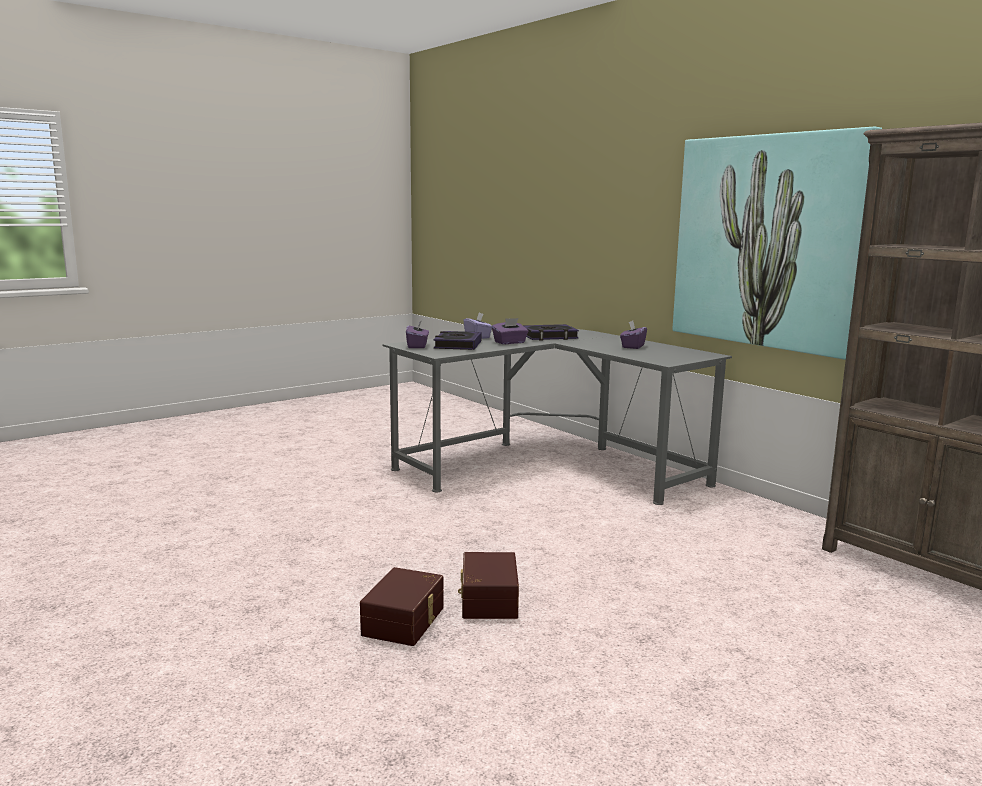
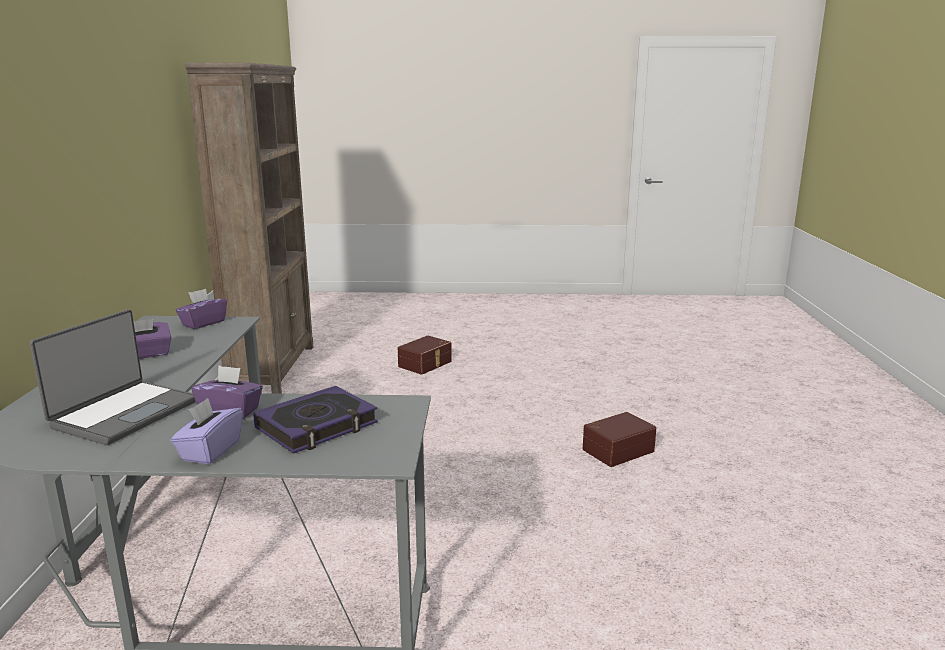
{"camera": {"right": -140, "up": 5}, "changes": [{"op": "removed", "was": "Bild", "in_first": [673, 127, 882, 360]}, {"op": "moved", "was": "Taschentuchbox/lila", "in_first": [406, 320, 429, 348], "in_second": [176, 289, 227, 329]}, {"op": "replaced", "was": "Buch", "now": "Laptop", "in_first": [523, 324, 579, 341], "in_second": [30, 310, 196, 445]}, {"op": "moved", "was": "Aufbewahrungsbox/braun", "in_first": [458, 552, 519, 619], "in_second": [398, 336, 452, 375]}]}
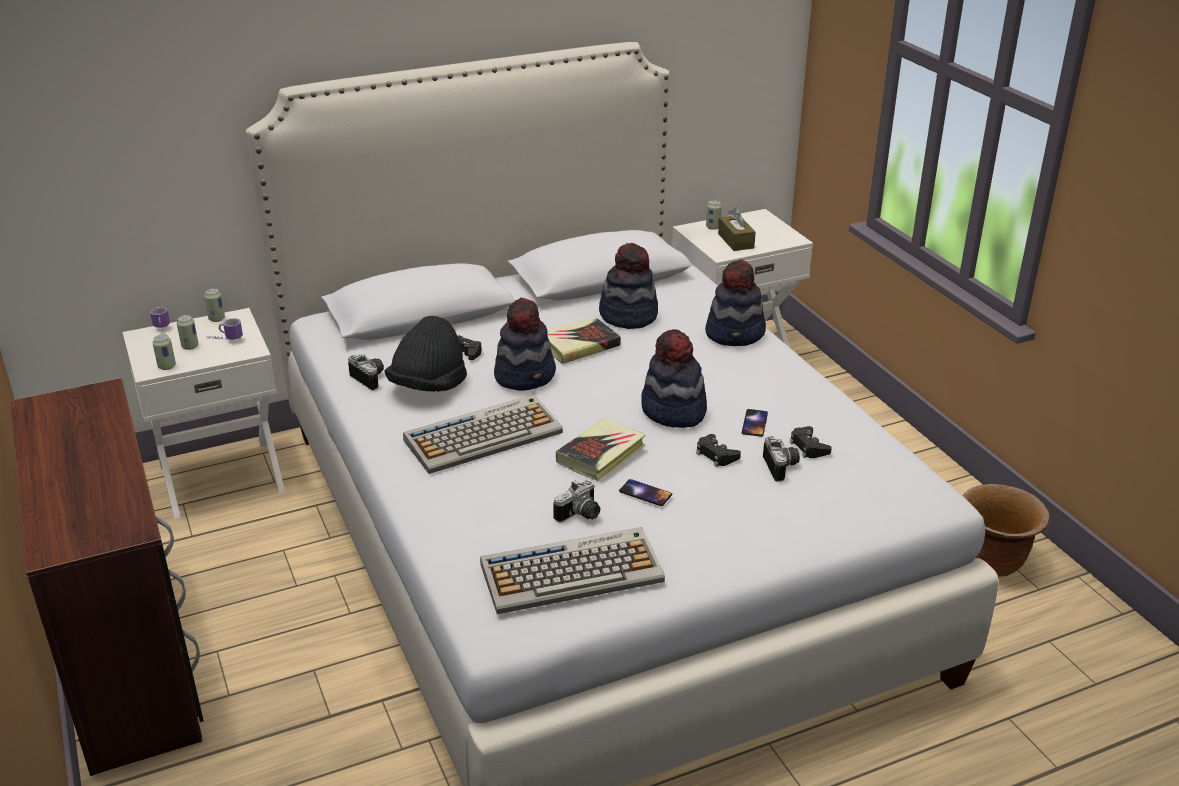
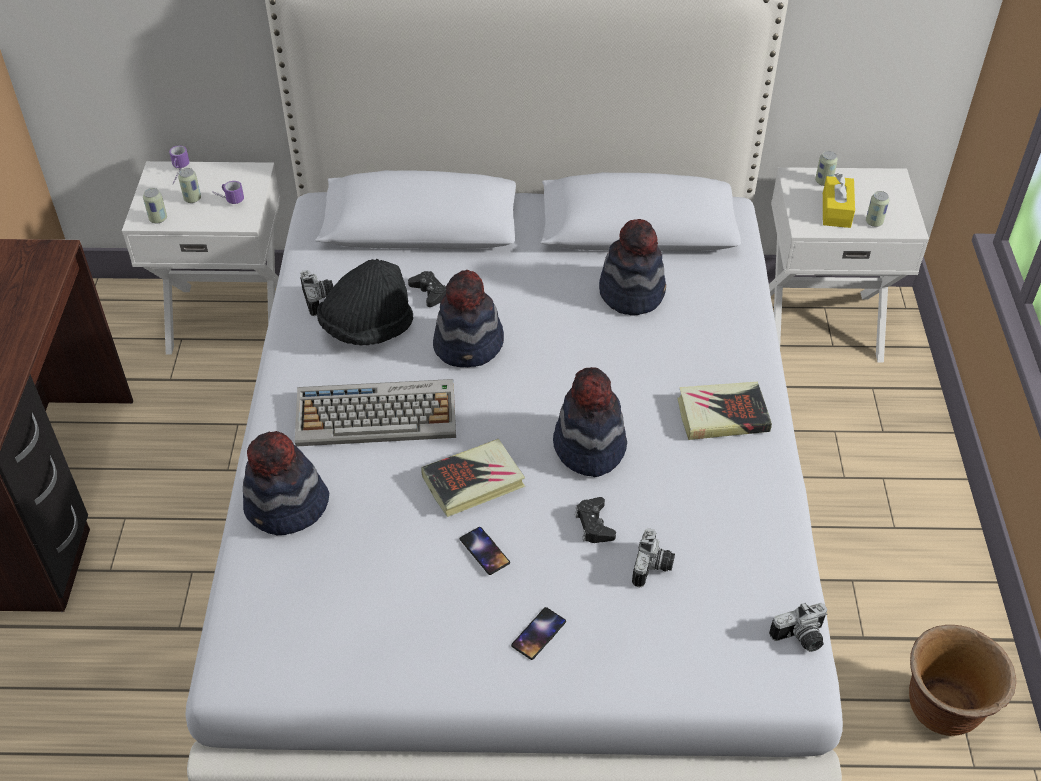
{"camera": {"right": 25, "up": 15}, "changes": [{"op": "recoloured", "was": "Taschentuchbox/braun", "now": "Taschentuchbox/gelb", "in_first": [718, 208, 756, 251], "in_second": [823, 173, 855, 228]}, {"op": "moved", "was": "Hut", "in_first": [705, 259, 766, 346], "in_second": [243, 431, 329, 535]}, {"op": "moved", "was": "Dose", "in_first": [204, 288, 225, 322], "in_second": [866, 191, 889, 227]}, {"op": "moved", "was": "Buch", "in_first": [547, 317, 621, 364], "in_second": [677, 382, 772, 440]}, {"op": "moved", "was": "Handy", "in_first": [742, 409, 768, 437], "in_second": [511, 607, 566, 660]}, {"op": "removed", "was": "Gamepad/schwarz", "in_first": [790, 426, 832, 458]}, {"op": "moved", "was": "Kamera", "in_first": [553, 480, 600, 523], "in_second": [769, 603, 827, 652]}, {"op": "removed", "was": "Tastatur", "in_first": [480, 527, 665, 614]}]}
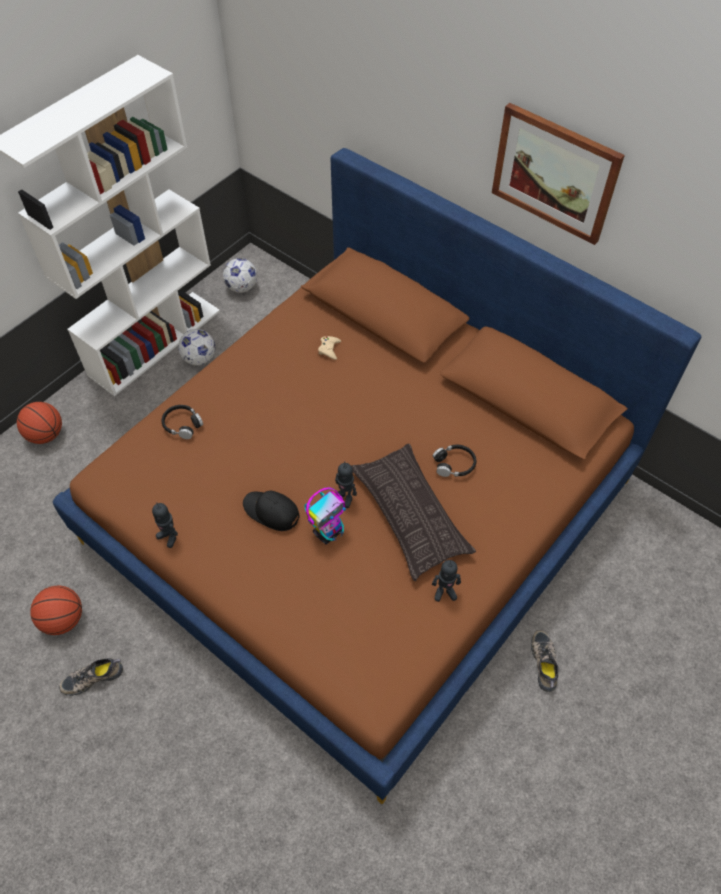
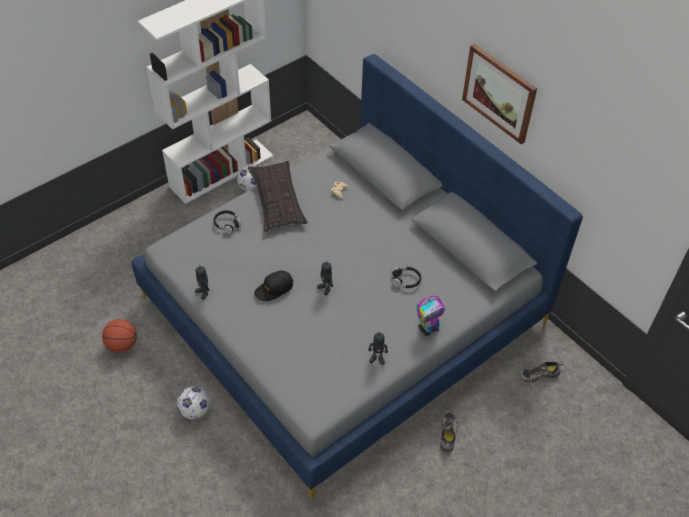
{"camera": {"right": 10, "up": -5}, "changes": [{"op": "recoloured", "was": "Bett/braun", "now": "Bett/grau", "in_first": [53, 148, 701, 804], "in_second": [131, 54, 583, 499]}, {"op": "moved", "was": "Fußball", "in_first": [223, 258, 257, 293], "in_second": [177, 386, 210, 419]}, {"op": "removed", "was": "Basketball", "in_first": [17, 402, 62, 444]}, {"op": "moved", "was": "Kissen", "in_first": [351, 444, 476, 581], "in_second": [248, 161, 308, 232]}, {"op": "moved", "was": "Spielzeugroboter", "in_first": [304, 487, 346, 544], "in_second": [416, 296, 445, 336]}, {"op": "turned", "was": "Kappe/schwarz", "in_first": [243, 491, 300, 531], "in_second": [254, 271, 293, 301], "clockwise": -75}, {"op": "moved", "was": "Schuh", "in_first": [59, 658, 123, 696], "in_second": [519, 362, 564, 382]}]}
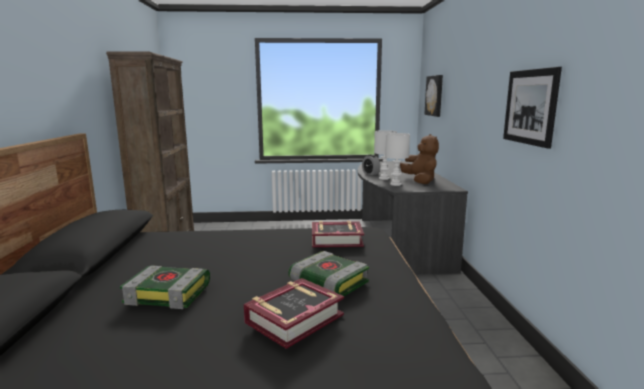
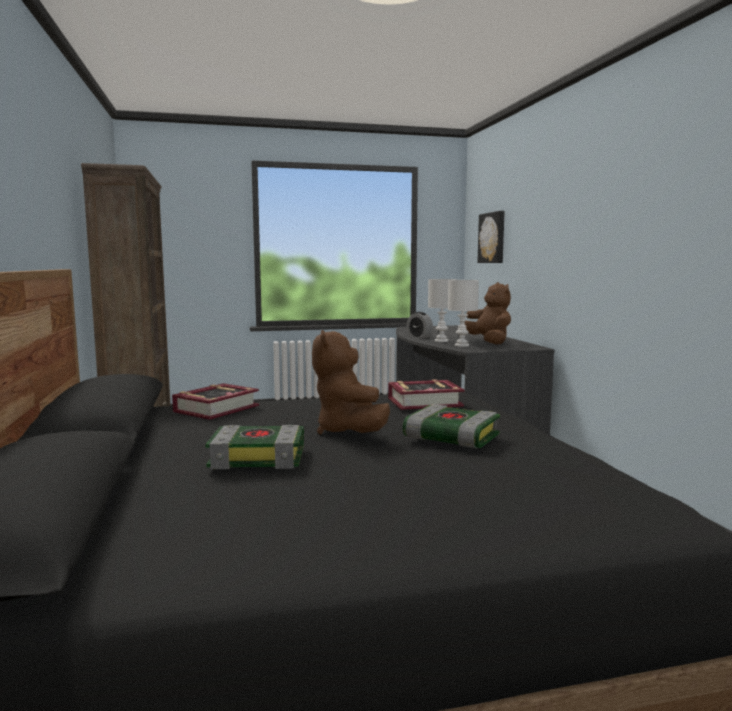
{"camera": {"right": -10, "up": -5}, "changes": [{"op": "removed", "was": "Bild", "in_first": [503, 67, 562, 149]}, {"op": "moved", "was": "Buch", "in_first": [244, 278, 344, 349], "in_second": [172, 383, 259, 420]}, {"op": "added", "now": "Plüschtier/braun", "in_second": [312, 330, 390, 434]}]}
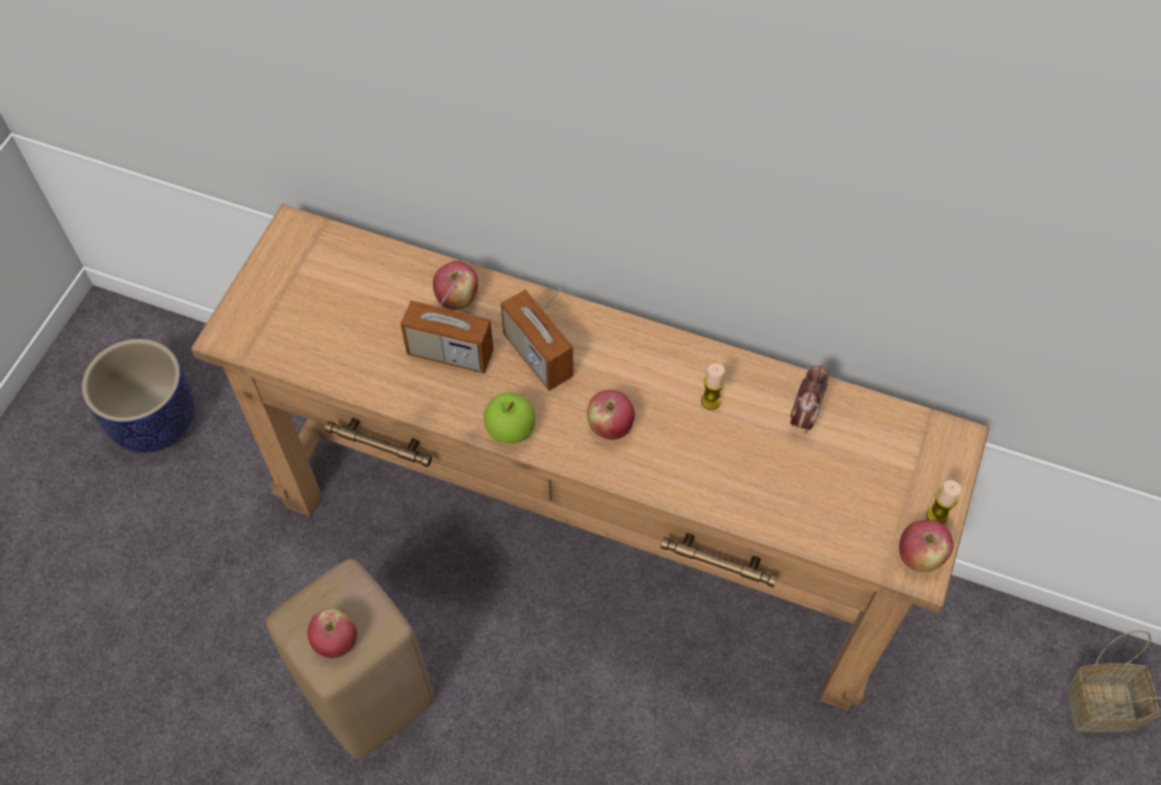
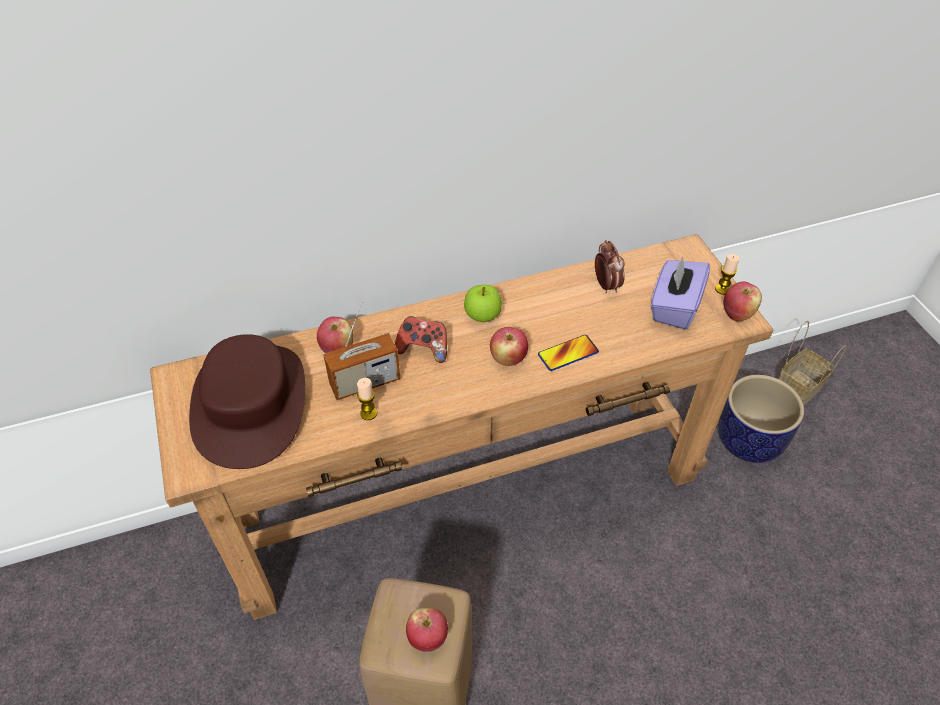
{"camera": {"right": -40, "up": -10}, "changes": [{"op": "replaced", "was": "Radio", "now": "Gamepad", "in_first": [501, 288, 574, 391], "in_second": [395, 316, 447, 363]}, {"op": "moved", "was": "Pflanzkübel", "in_first": [82, 339, 195, 453], "in_second": [718, 375, 804, 463]}, {"op": "moved", "was": "Kerze", "in_first": [701, 363, 725, 410], "in_second": [357, 378, 377, 420]}, {"op": "moved", "was": "Apfel", "in_first": [484, 392, 536, 444], "in_second": [464, 285, 502, 322]}, {"op": "added", "now": "Taschentuchbox/lila", "in_second": [651, 256, 710, 329]}, {"op": "added", "now": "Hut/braun", "in_second": [189, 334, 305, 469]}, {"op": "added", "now": "Handy", "in_second": [538, 335, 599, 371]}]}
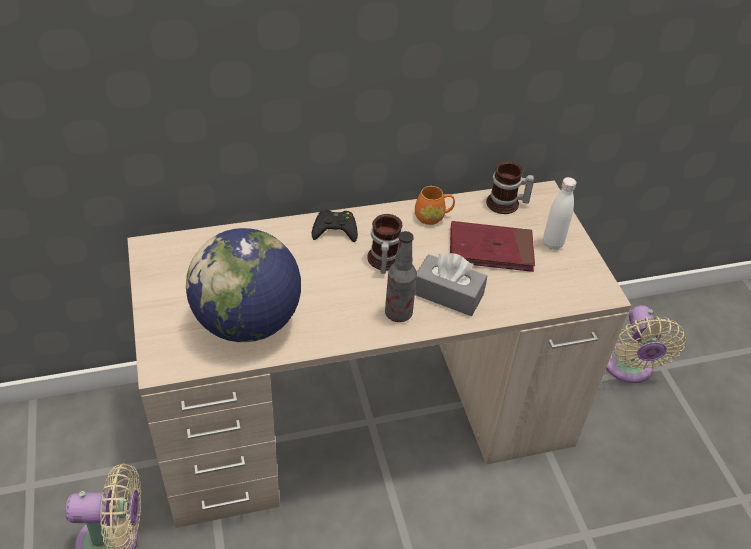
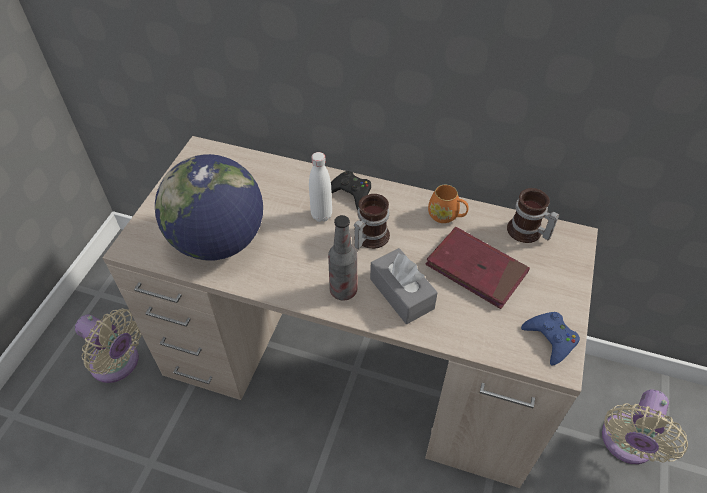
{"camera": {"right": 35, "up": 5}, "changes": [{"op": "moved", "was": "Flasche/weiß", "in_first": [543, 177, 577, 250], "in_second": [309, 152, 332, 222]}, {"op": "added", "now": "Gamepad/blau", "in_second": [521, 312, 580, 366]}]}
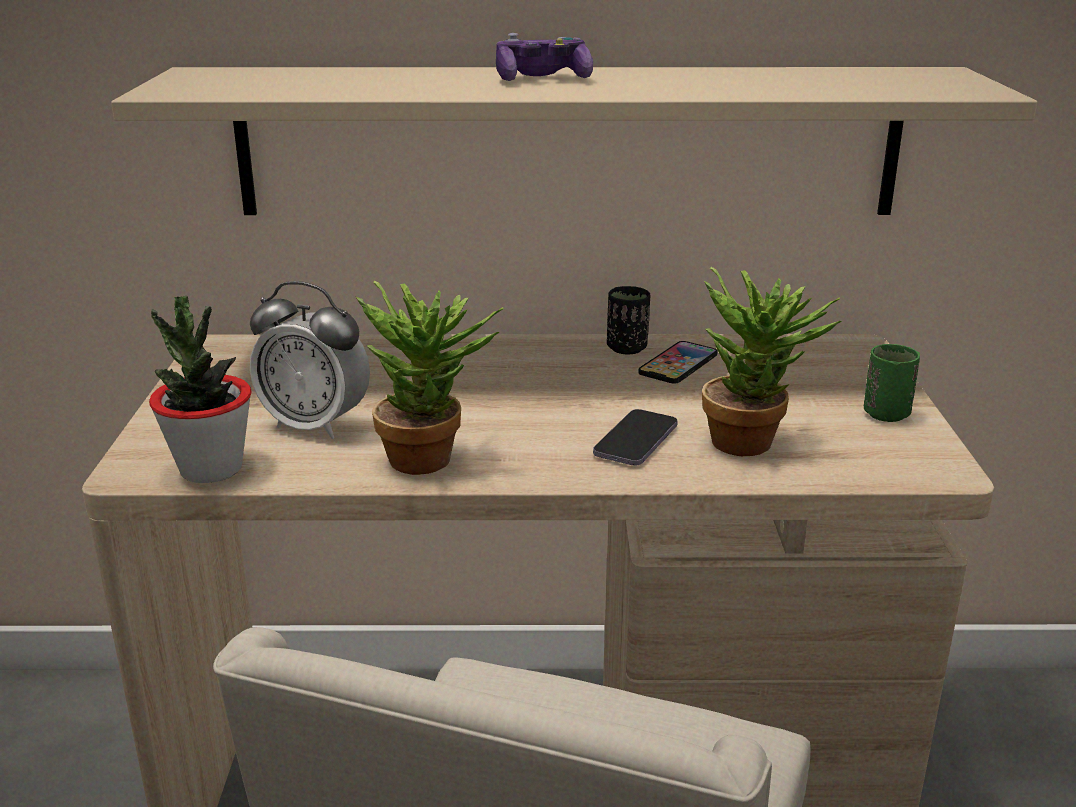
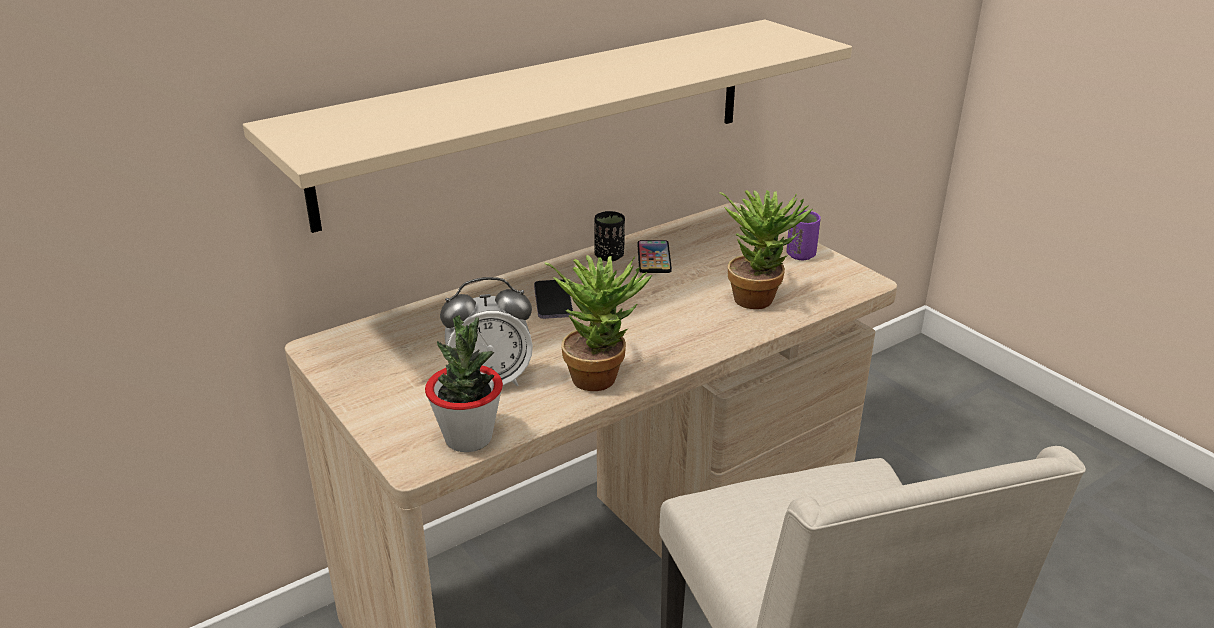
{"camera": {"right": -35, "up": 5}, "changes": [{"op": "removed", "was": "Gamepad", "in_first": [496, 33, 593, 81]}, {"op": "recoloured", "was": "Tasse/grün", "now": "Tasse/lila", "in_first": [864, 344, 920, 422], "in_second": [786, 210, 821, 260]}, {"op": "moved", "was": "Handy", "in_first": [593, 409, 678, 466], "in_second": [534, 279, 573, 319]}]}
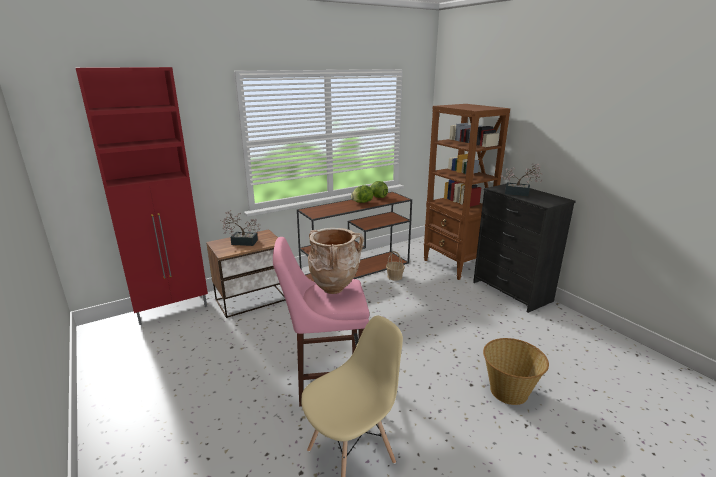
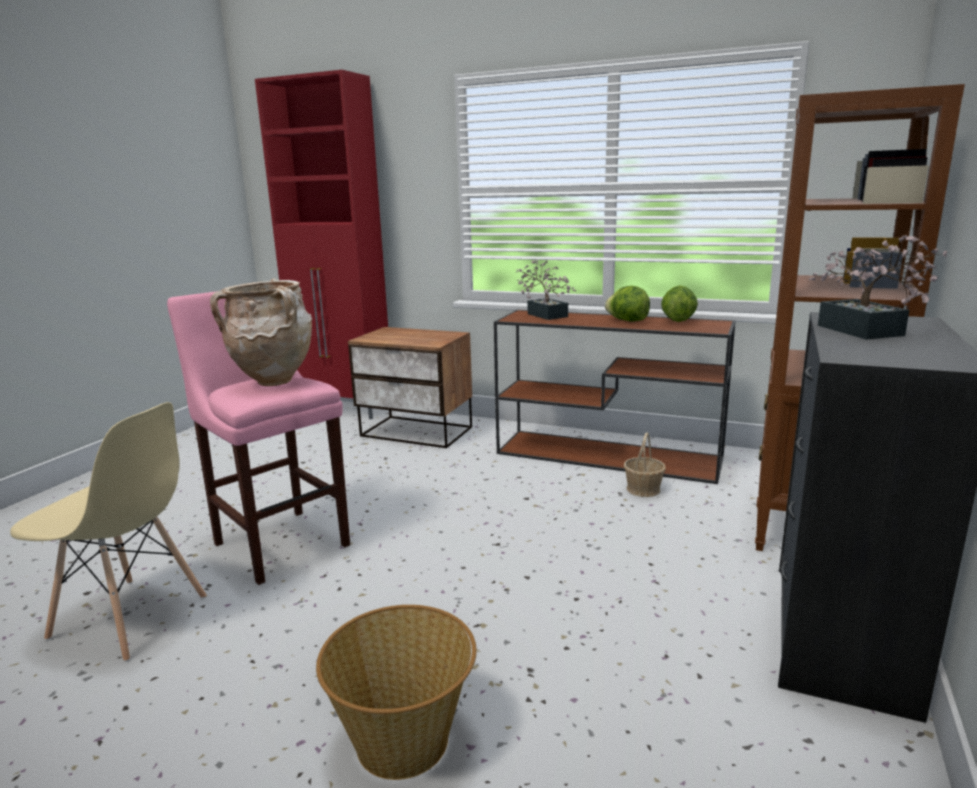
{"camera": {"right": 55, "up": -5}, "changes": [{"op": "moved", "was": "Topfpflanze", "in_first": [220, 210, 260, 246], "in_second": [515, 260, 576, 320]}]}
